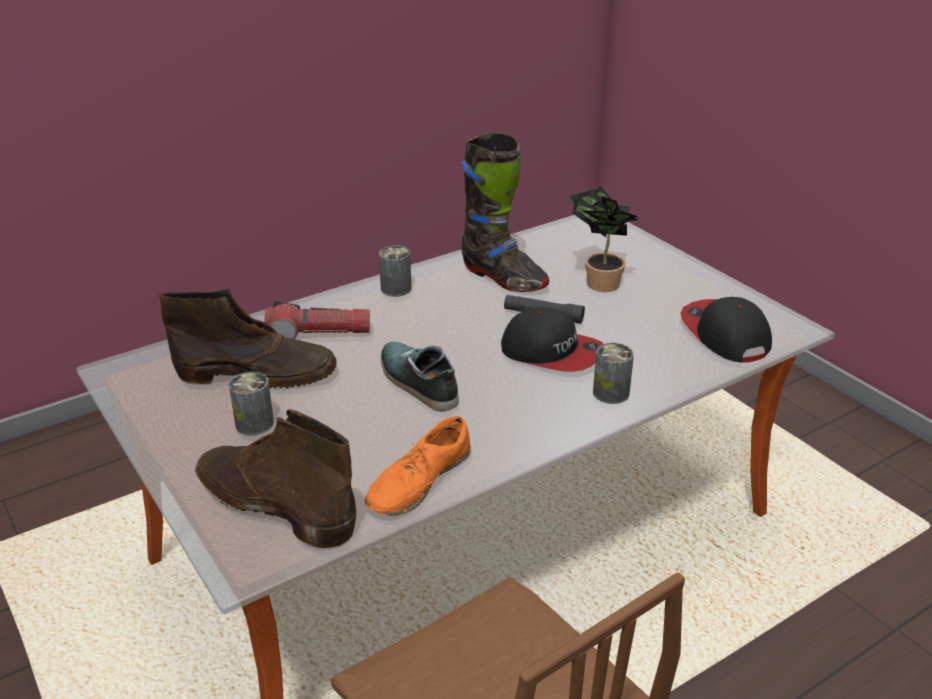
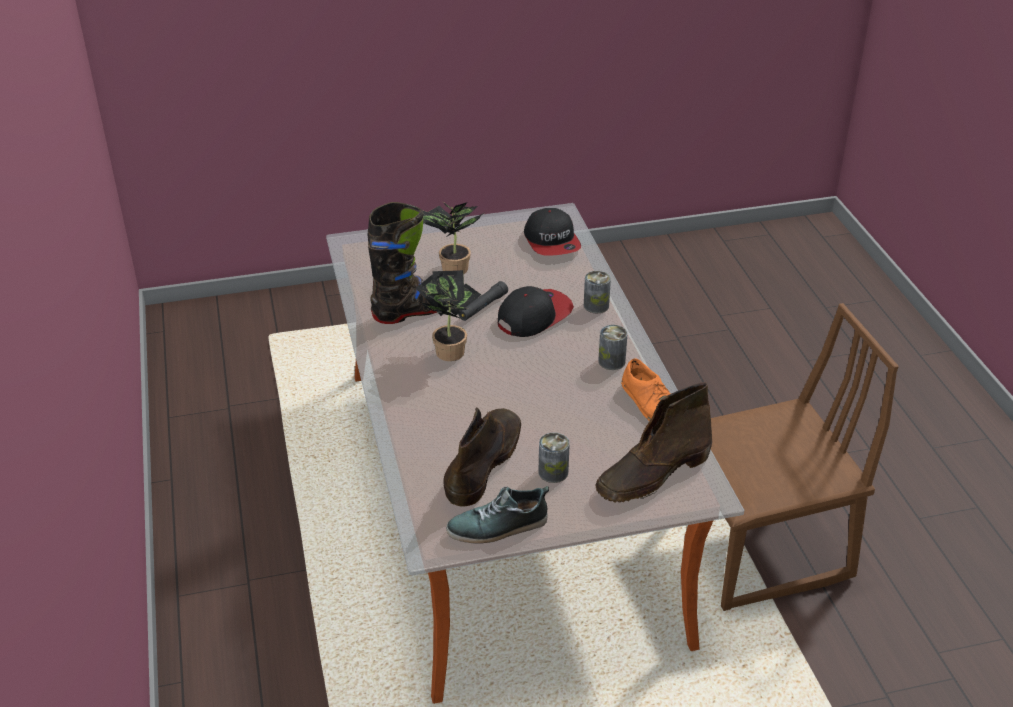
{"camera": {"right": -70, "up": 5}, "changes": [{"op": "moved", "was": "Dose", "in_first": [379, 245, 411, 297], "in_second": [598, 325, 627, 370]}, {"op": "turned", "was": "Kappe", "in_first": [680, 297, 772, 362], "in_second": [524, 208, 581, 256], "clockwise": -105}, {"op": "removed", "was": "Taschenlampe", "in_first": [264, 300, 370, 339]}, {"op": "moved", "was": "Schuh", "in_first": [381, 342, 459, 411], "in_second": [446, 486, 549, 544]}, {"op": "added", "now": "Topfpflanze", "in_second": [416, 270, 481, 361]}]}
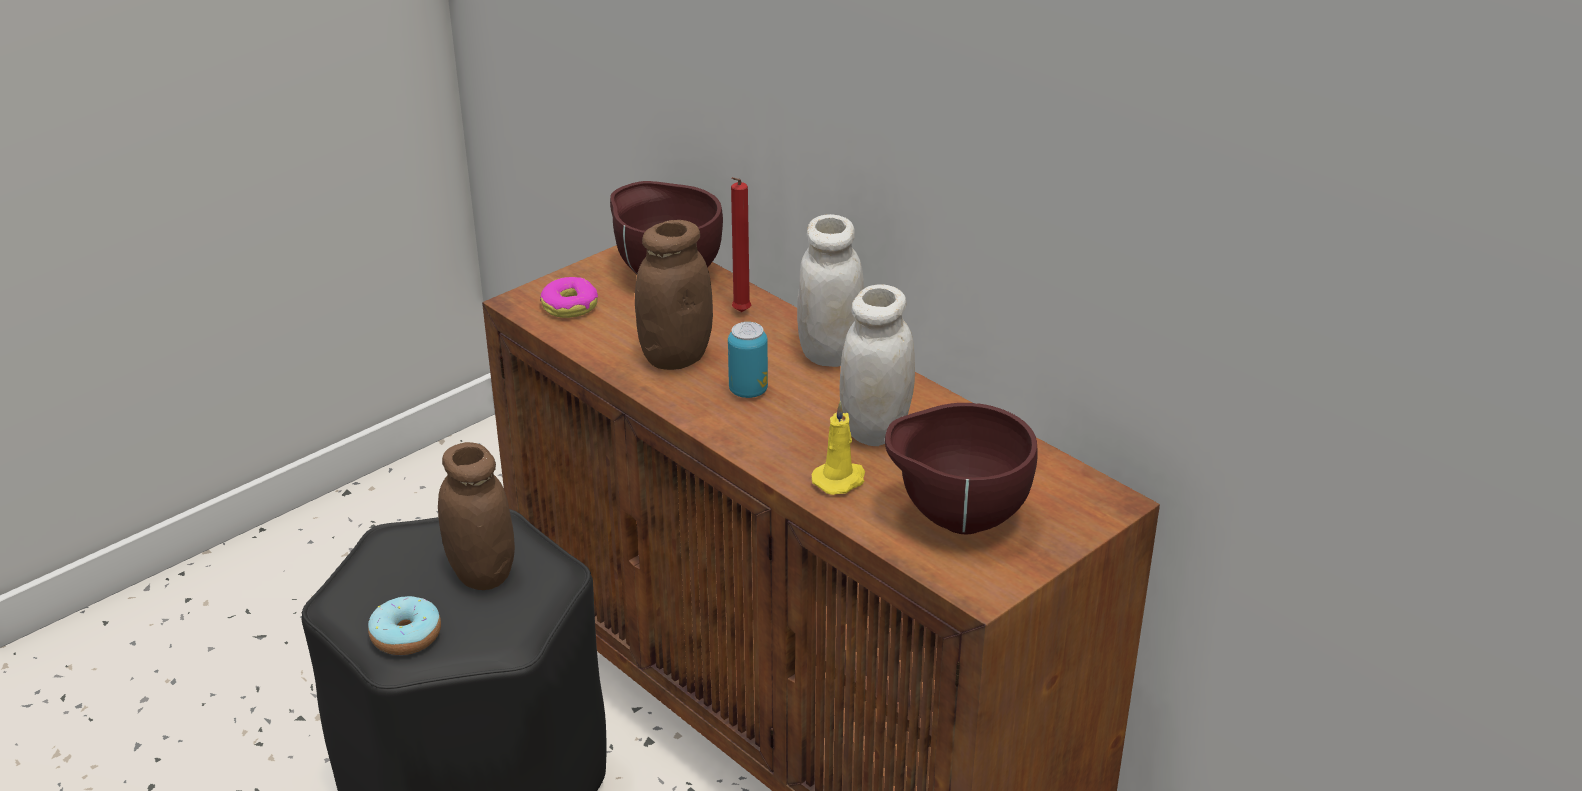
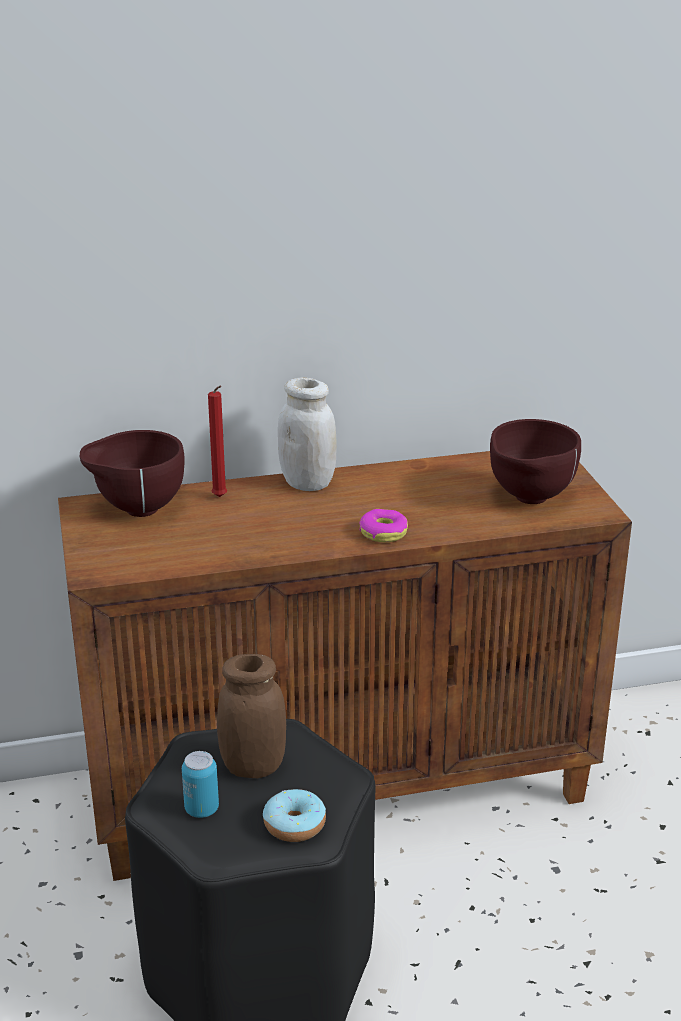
{"camera": {"right": -60, "up": -5}, "changes": [{"op": "removed", "was": "Vorratsglas/braun", "in_first": [635, 220, 713, 370]}, {"op": "moved", "was": "Donut", "in_first": [540, 277, 598, 318], "in_second": [359, 509, 408, 542]}, {"op": "removed", "was": "Vorratsglas/weiß", "in_first": [840, 284, 915, 446]}, {"op": "moved", "was": "Dose", "in_first": [728, 322, 768, 398], "in_second": [182, 751, 219, 818]}, {"op": "removed", "was": "Kerze/gelb", "in_first": [811, 401, 865, 495]}]}
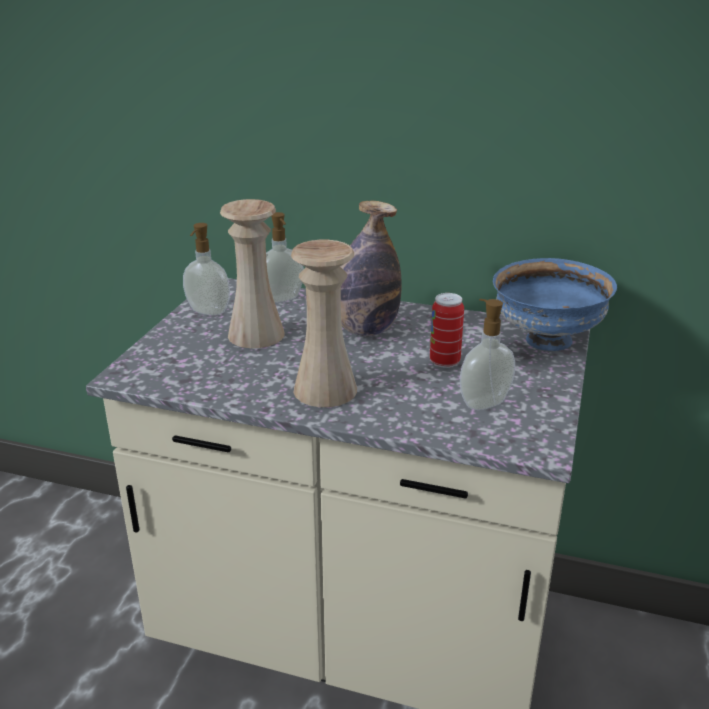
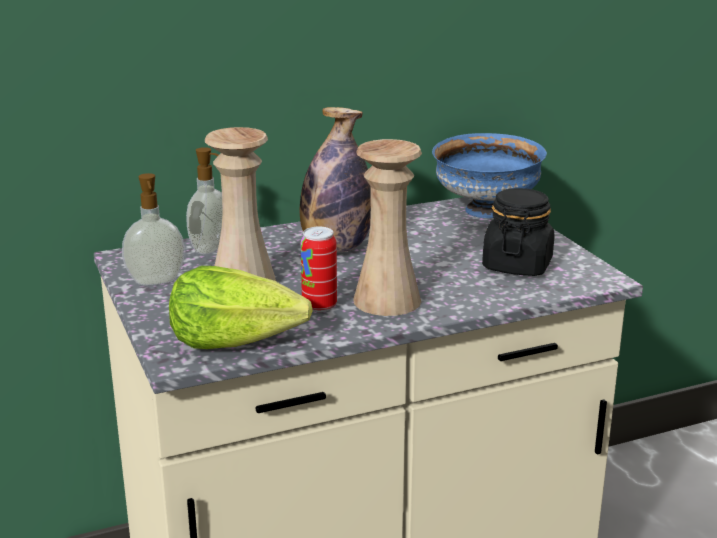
{"camera": {"right": -40, "up": -5}, "changes": [{"op": "moved", "was": "Dose", "in_first": [430, 293, 464, 368], "in_second": [300, 227, 337, 312]}, {"op": "replaced", "was": "Seifenspender", "now": "Vorratsglas/schwarz", "in_first": [460, 299, 515, 410], "in_second": [482, 188, 554, 276]}, {"op": "added", "now": "Salatkopf", "in_second": [169, 266, 313, 349]}]}
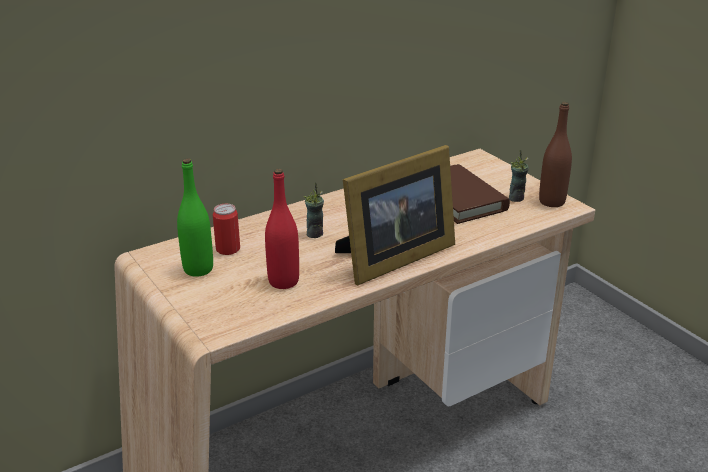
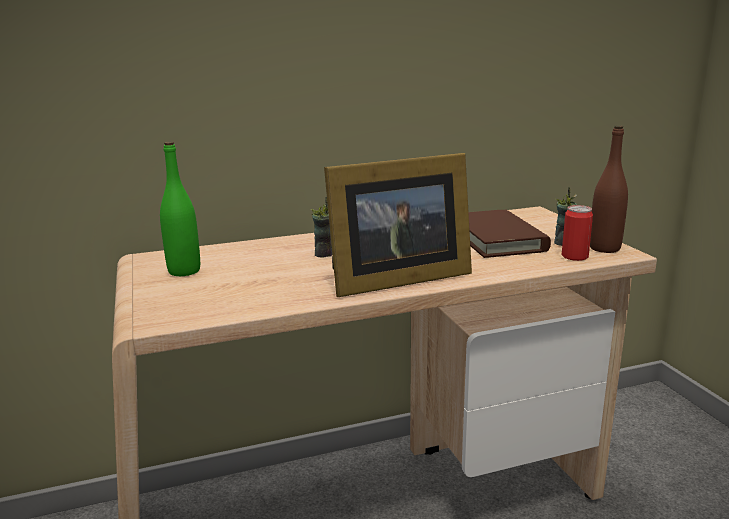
{"camera": {"right": 15, "up": -10}, "changes": [{"op": "removed", "was": "Flasche/rot", "in_first": [265, 169, 299, 289]}, {"op": "moved", "was": "Dose", "in_first": [213, 204, 240, 255], "in_second": [561, 205, 593, 261]}]}
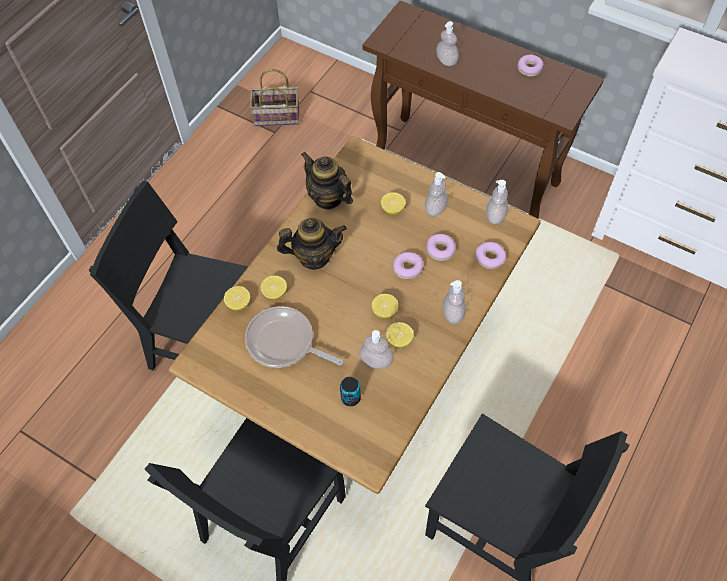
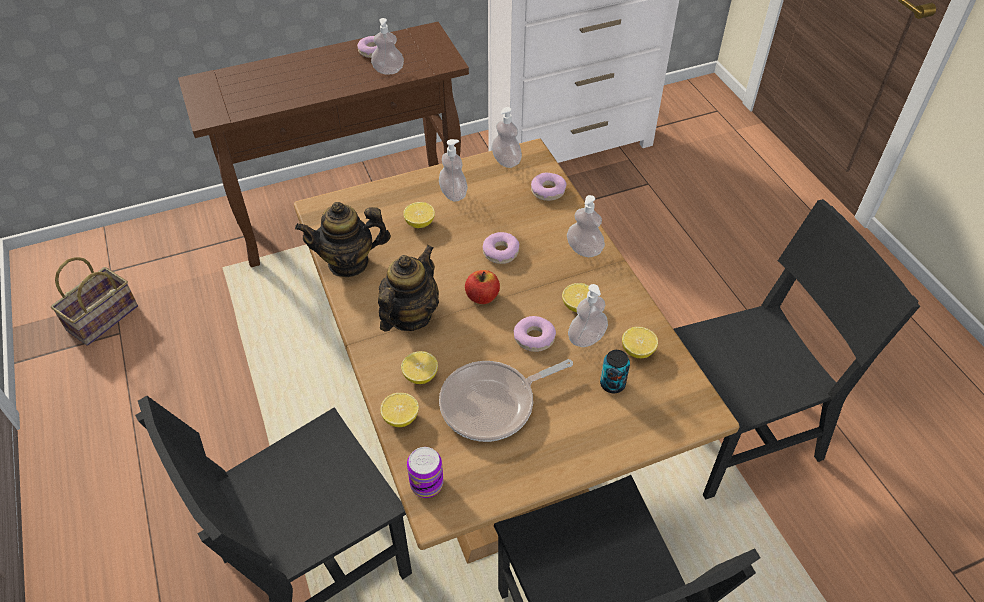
{"camera": {"right": -55, "up": -10}, "changes": [{"op": "moved", "was": "Seifenspender", "in_first": [436, 21, 459, 66], "in_second": [371, 18, 404, 75]}, {"op": "moved", "was": "Donut", "in_first": [426, 234, 456, 261], "in_second": [514, 316, 556, 352]}, {"op": "moved", "was": "Zitrone", "in_first": [372, 294, 398, 318], "in_second": [622, 327, 658, 358]}, {"op": "added", "now": "Apfel", "in_second": [465, 270, 500, 304]}, {"op": "added", "now": "Dose", "in_second": [407, 447, 443, 498]}]}
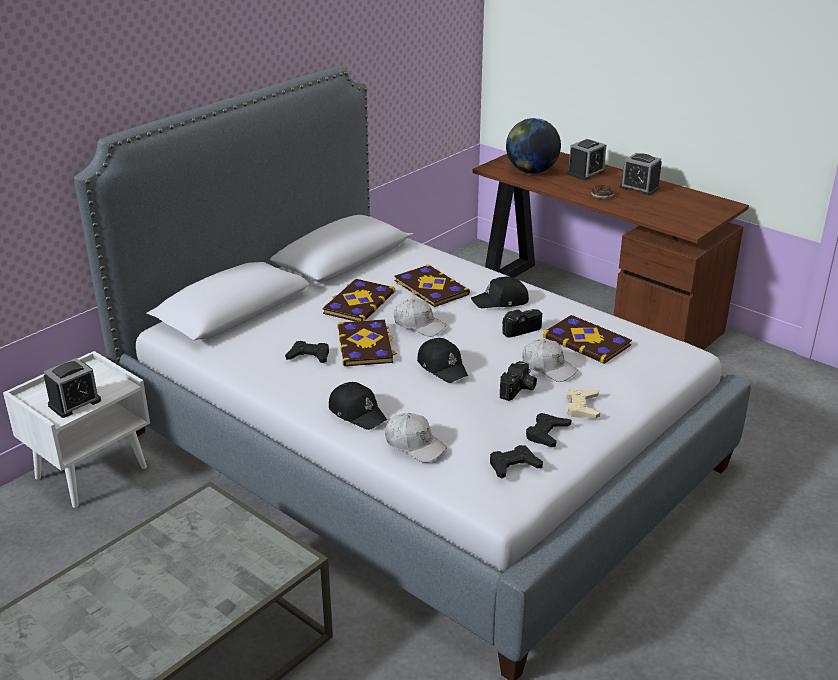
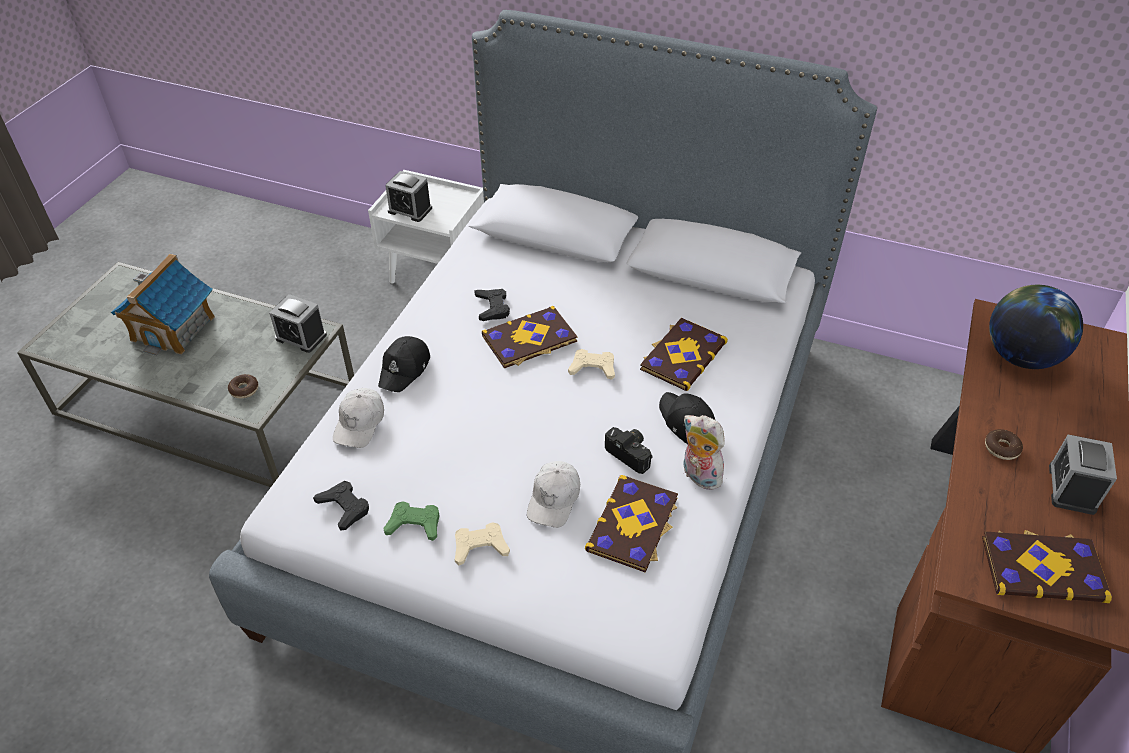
{"camera": {"right": 70, "up": 15}, "changes": [{"op": "moved", "was": "Wecker", "in_first": [567, 139, 606, 180], "in_second": [269, 294, 327, 353]}, {"op": "moved", "was": "Buch", "in_first": [323, 279, 395, 321], "in_second": [982, 530, 1112, 603]}, {"op": "replaced", "was": "Kappe/weiß", "now": "Gamepad/beige", "in_first": [394, 299, 447, 337], "in_second": [568, 349, 615, 380]}, {"op": "removed", "was": "Kappe/schwarz", "in_first": [417, 338, 468, 383]}, {"op": "removed", "was": "Kamera", "in_first": [500, 361, 537, 401]}, {"op": "recoloured", "was": "Gamepad/schwarz", "now": "Gamepad/grün", "in_first": [526, 413, 571, 447], "in_second": [383, 501, 439, 541]}, {"op": "added", "now": "Spielzeughaus", "in_second": [111, 254, 215, 355]}, {"op": "added", "now": "Donut", "in_second": [228, 374, 259, 398]}, {"op": "added", "now": "Plüschtier", "in_second": [683, 415, 725, 490]}]}
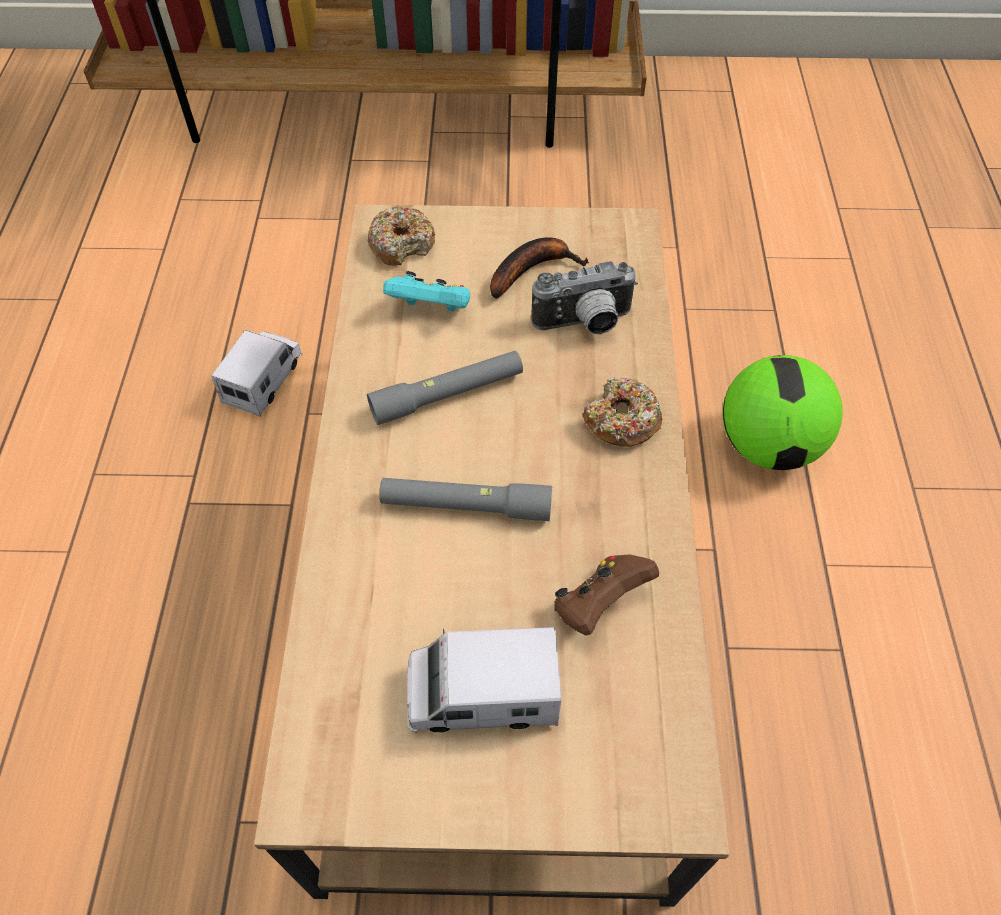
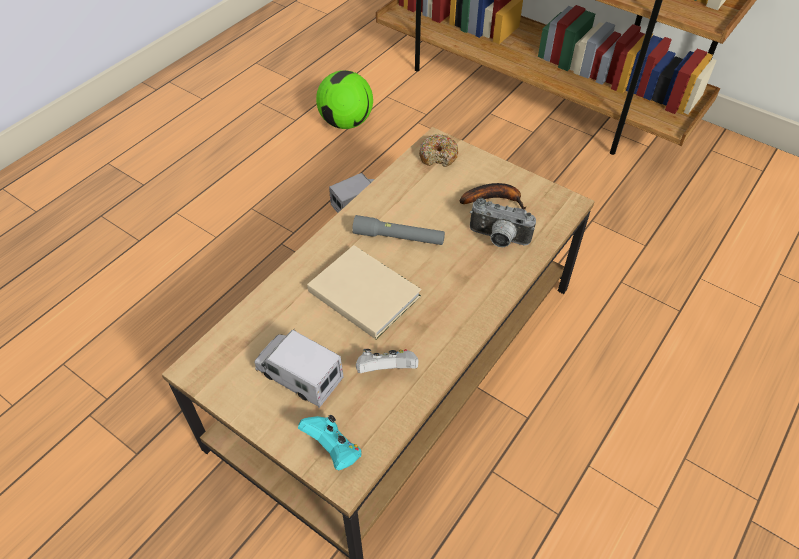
{"camera": {"right": 35, "up": -5}, "changes": [{"op": "moved", "was": "Gamepad/türkis", "in_first": [383, 271, 470, 312], "in_second": [298, 415, 362, 470]}, {"op": "moved", "was": "Fußball", "in_first": [723, 355, 843, 470], "in_second": [316, 70, 373, 129]}, {"op": "removed", "was": "Donut", "in_first": [582, 377, 662, 447]}, {"op": "replaced", "was": "Taschenlampe/grau", "now": "Buch/beige", "in_first": [379, 478, 552, 521], "in_second": [307, 245, 421, 339]}, {"op": "recoloured", "was": "Gamepad/braun", "now": "Gamepad/weiß", "in_first": [554, 554, 659, 636], "in_second": [356, 349, 418, 373]}]}
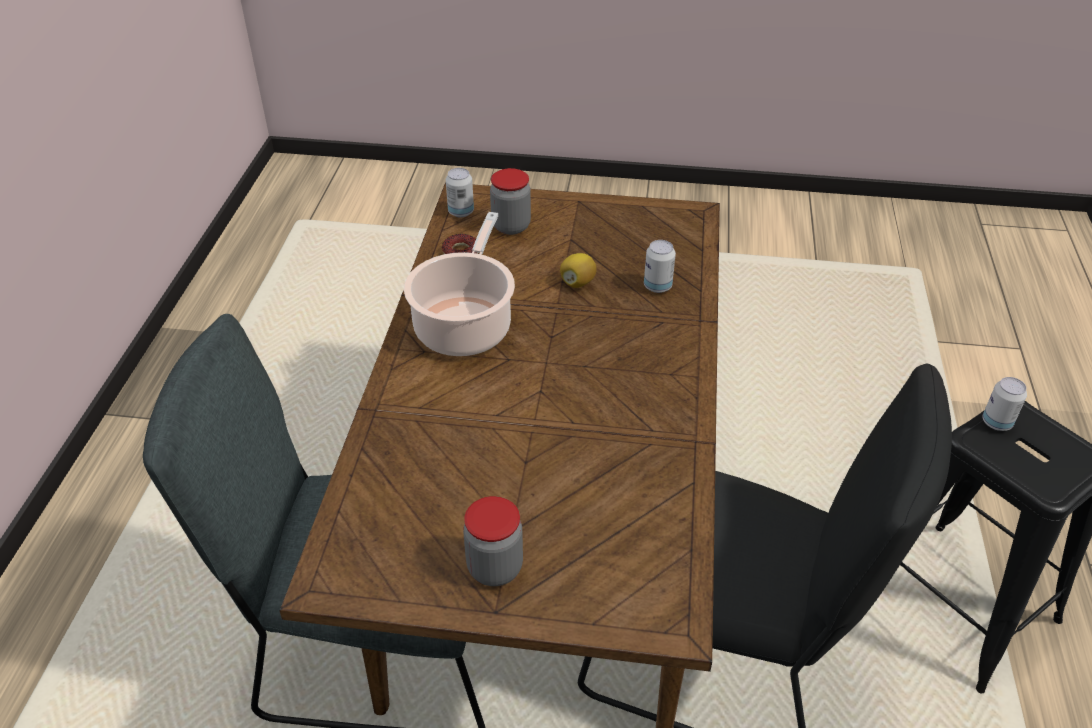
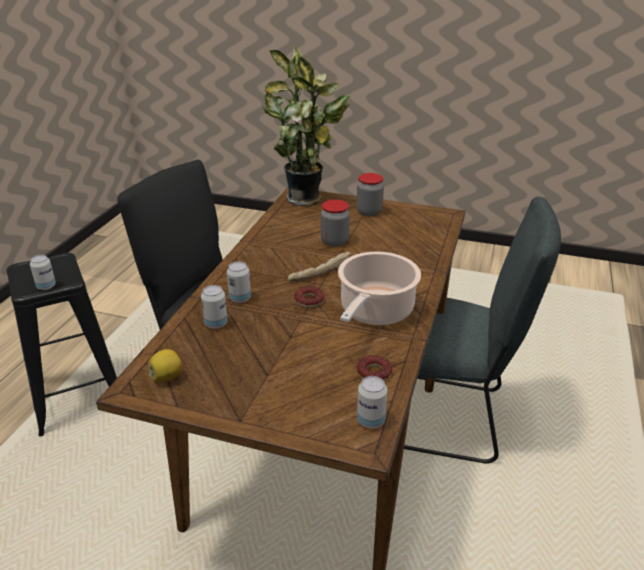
{"camera": {"right": -170, "up": -10}, "changes": [{"op": "moved", "was": "Vorratsglas", "in_first": [490, 168, 531, 235], "in_second": [321, 200, 350, 247]}, {"op": "moved", "was": "Zitrone", "in_first": [560, 253, 597, 288], "in_second": [148, 349, 182, 382]}, {"op": "added", "now": "Topfpflanze", "in_second": [263, 45, 350, 206]}, {"op": "added", "now": "Brot", "in_second": [287, 252, 351, 281]}, {"op": "added", "now": "Dose", "in_second": [227, 262, 251, 303]}, {"op": "added", "now": "Donut", "in_second": [294, 286, 325, 308]}]}
